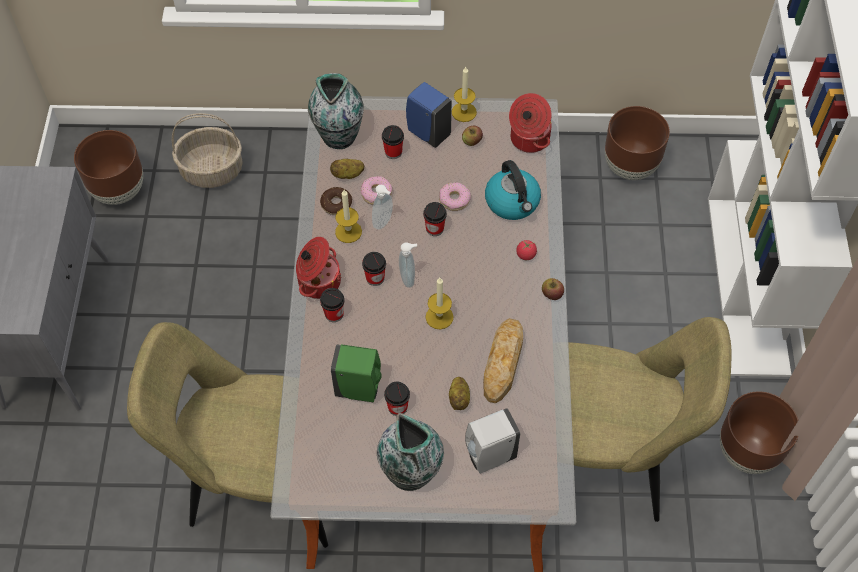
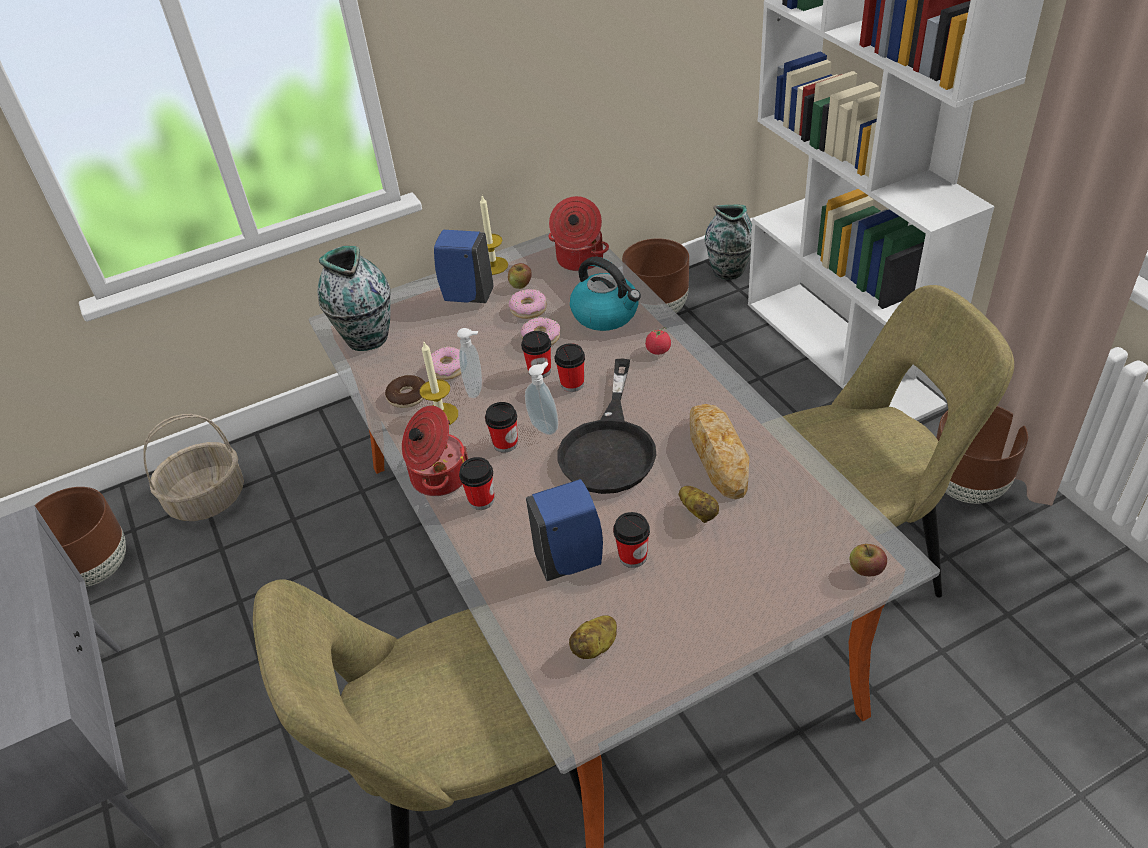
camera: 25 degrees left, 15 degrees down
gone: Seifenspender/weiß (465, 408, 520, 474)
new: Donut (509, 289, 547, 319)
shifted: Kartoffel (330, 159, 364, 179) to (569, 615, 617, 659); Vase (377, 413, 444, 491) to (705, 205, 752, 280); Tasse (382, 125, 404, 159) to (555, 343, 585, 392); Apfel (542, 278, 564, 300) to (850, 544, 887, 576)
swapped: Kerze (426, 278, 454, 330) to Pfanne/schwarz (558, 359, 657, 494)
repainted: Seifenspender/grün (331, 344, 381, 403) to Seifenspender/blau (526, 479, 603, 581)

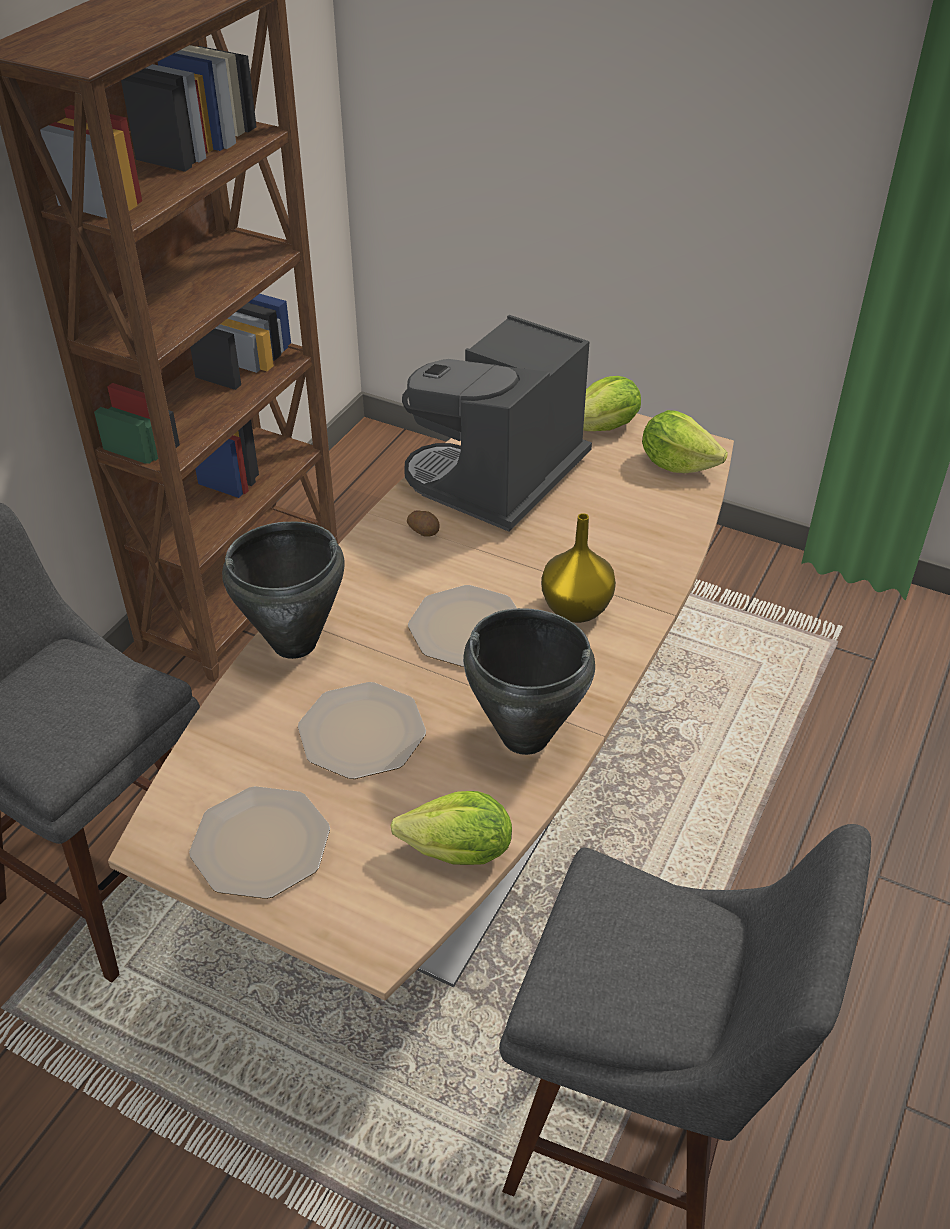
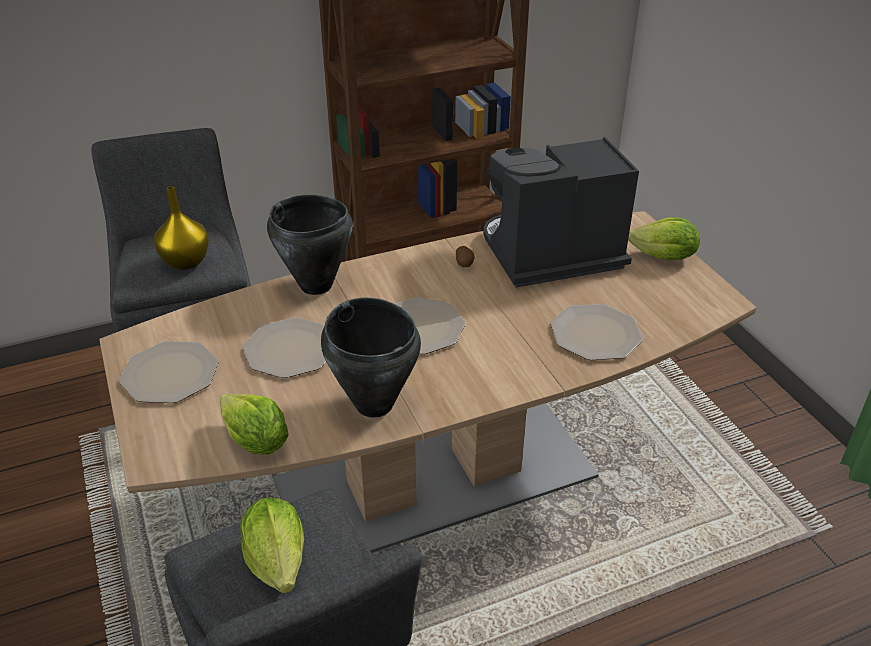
camera: 40 degrees right, 5 degrees down
new: Teller (550, 304, 643, 360)
shifted: Vase/gelb (541, 513, 616, 623) to (154, 186, 209, 270); Salatkopf (642, 410, 728, 473) to (240, 498, 304, 593)

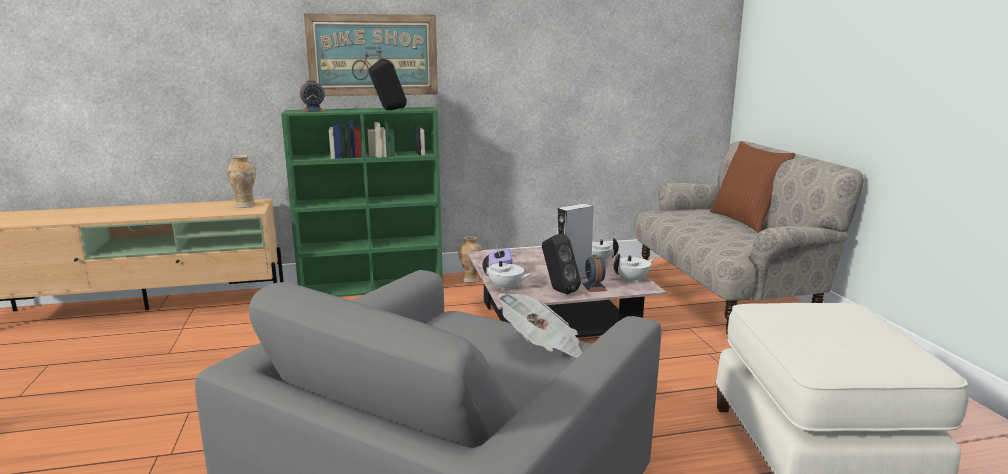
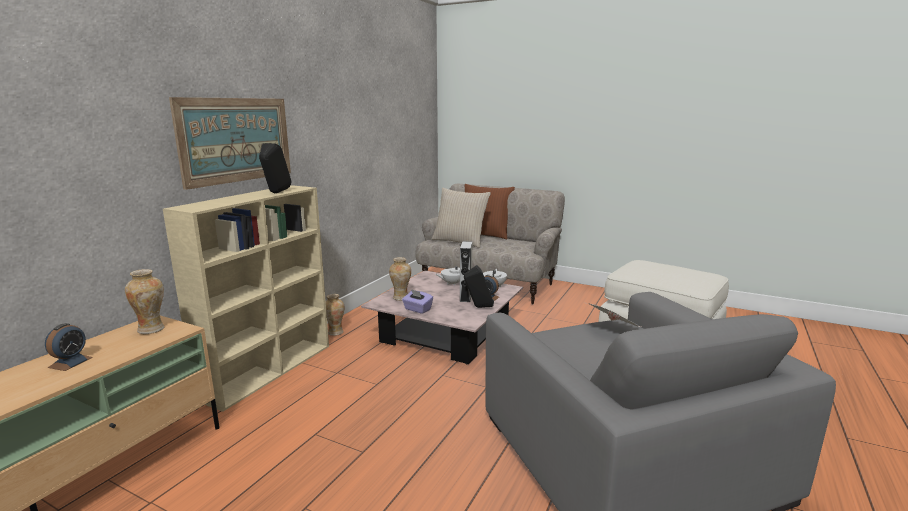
camera: 50 degrees left, 0 degrees up
gone: Teekanne/weiß (483, 255, 533, 291)
new: Vase (389, 257, 411, 301); Kissen/beige (432, 188, 491, 248)
shifted: Wecker (299, 80, 325, 112) to (45, 323, 93, 371)
repainted: Bücherregal/grün (281, 107, 443, 297) to Bücherregal/beige (163, 185, 329, 412)

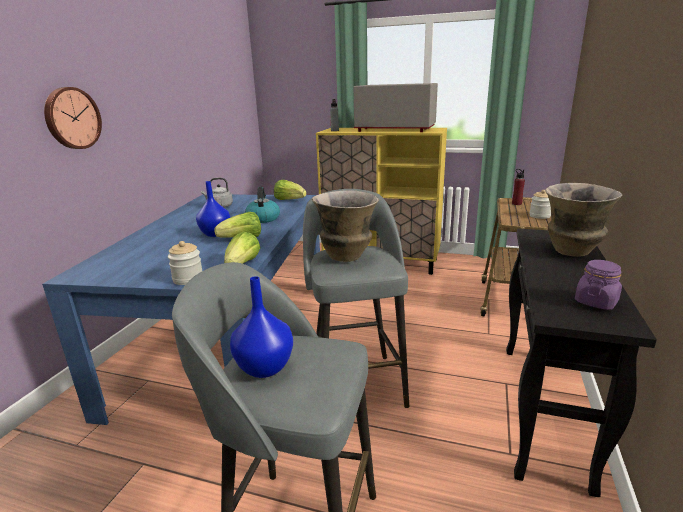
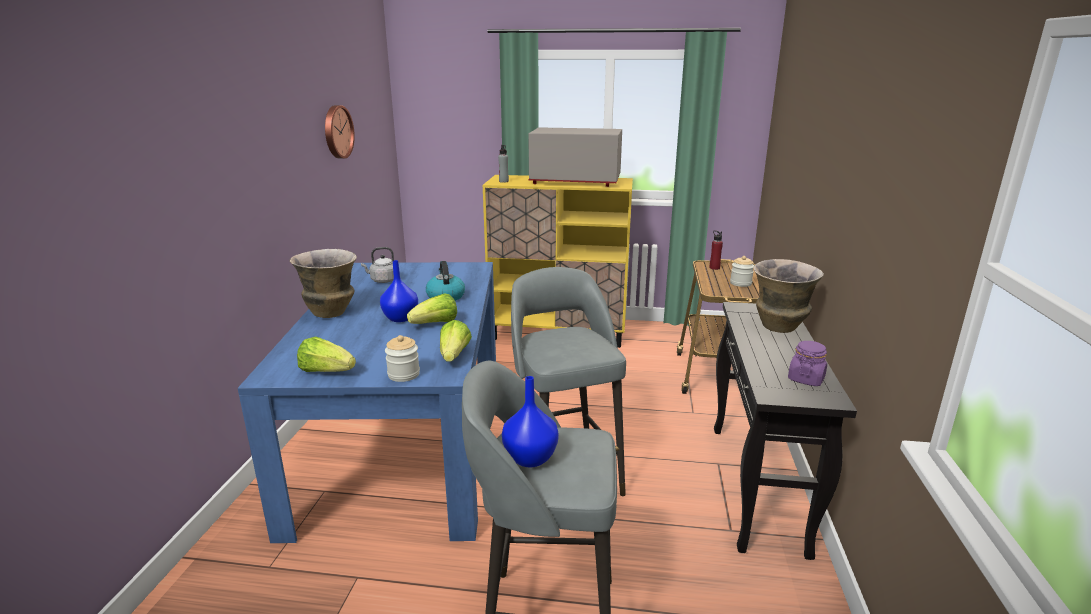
camera: 10 degrees left, 0 degrees up
shifted: Wanduhr (44, 87, 102, 149) to (325, 105, 355, 159); Salatkopf (274, 180, 307, 200) to (297, 336, 356, 372); Vase (312, 190, 379, 262) to (290, 249, 357, 318)

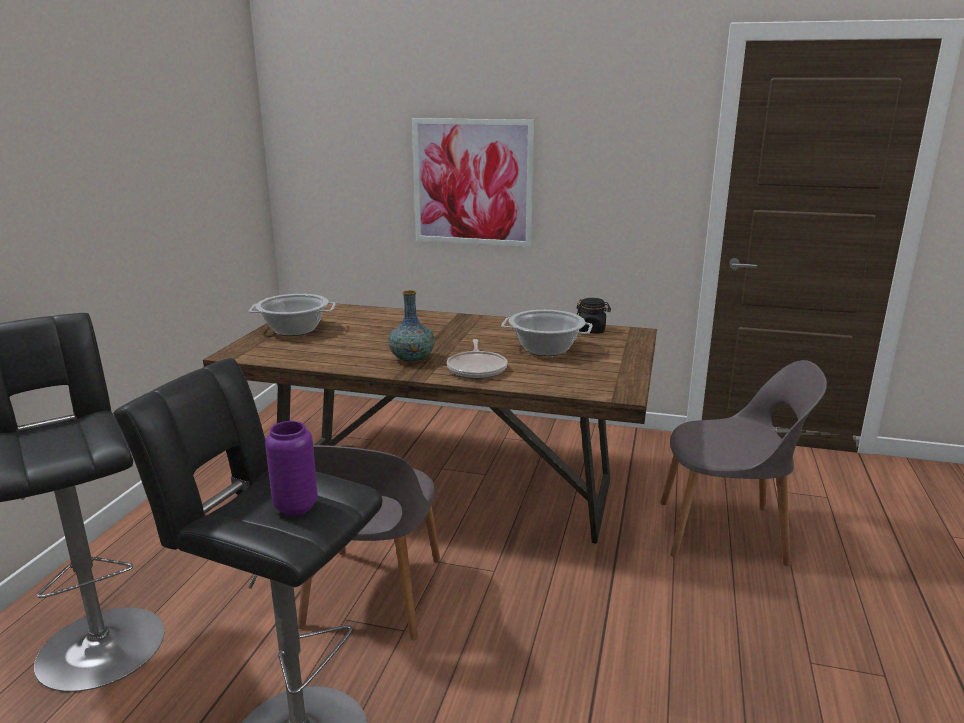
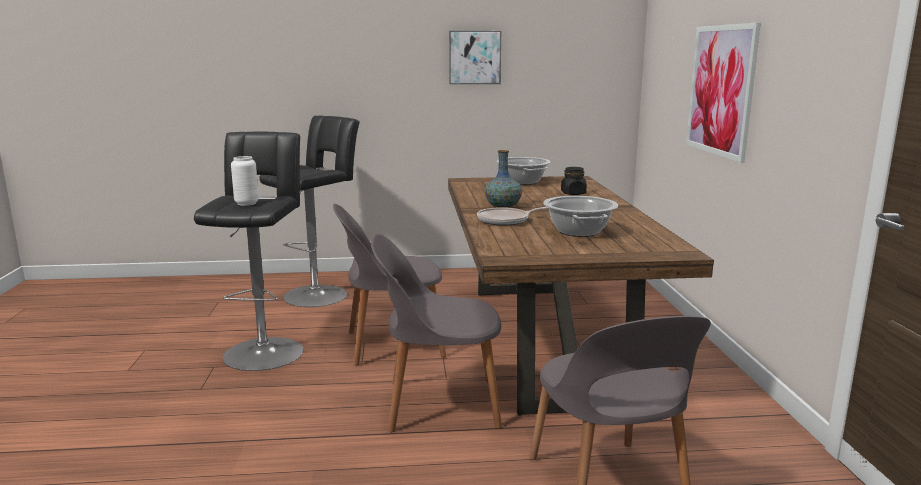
camera: 70 degrees right, 5 degrees down
new: Stuhl/grau (371, 234, 502, 432); Bild (449, 31, 501, 84)
shifted: Vorratsglas/schwarz (576, 298, 611, 333) to (561, 167, 587, 195)
repainted: Vase/lila (265, 421, 318, 516) to Vase/weiß (231, 156, 259, 206)

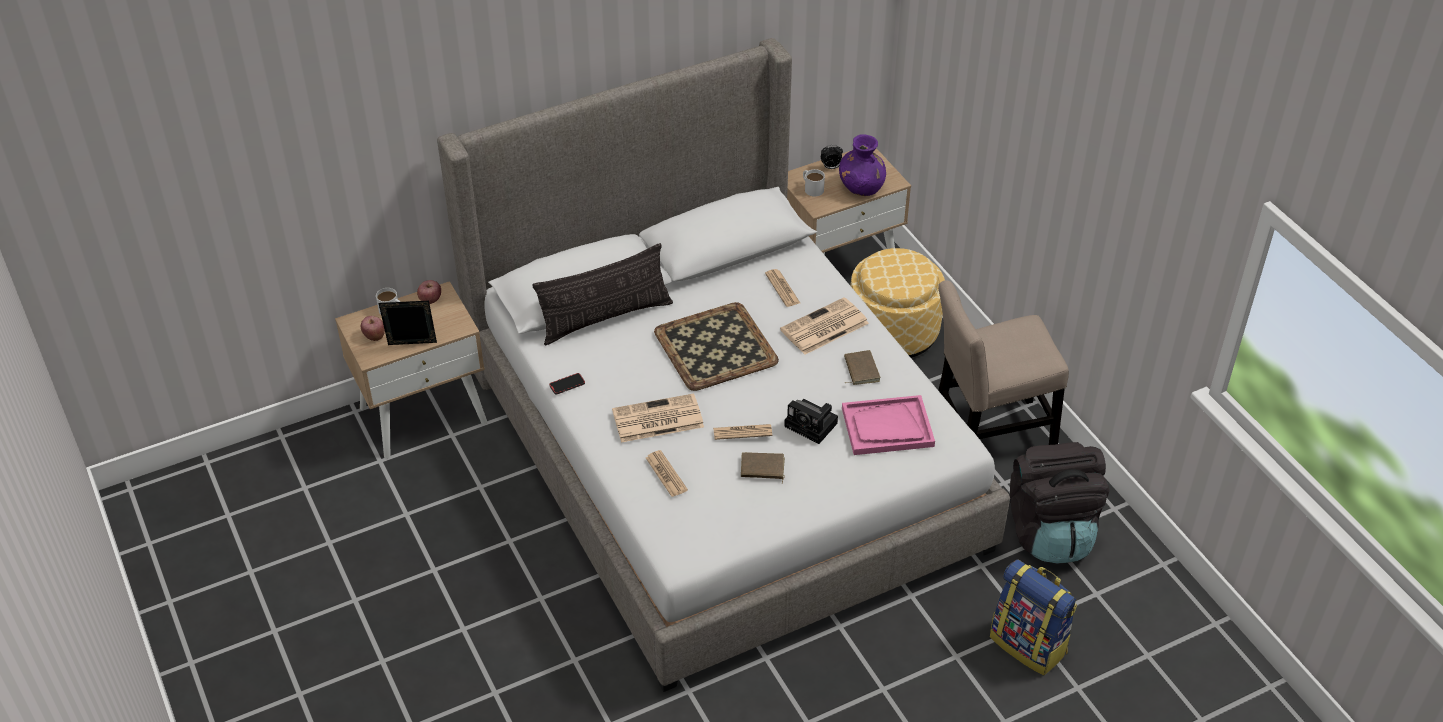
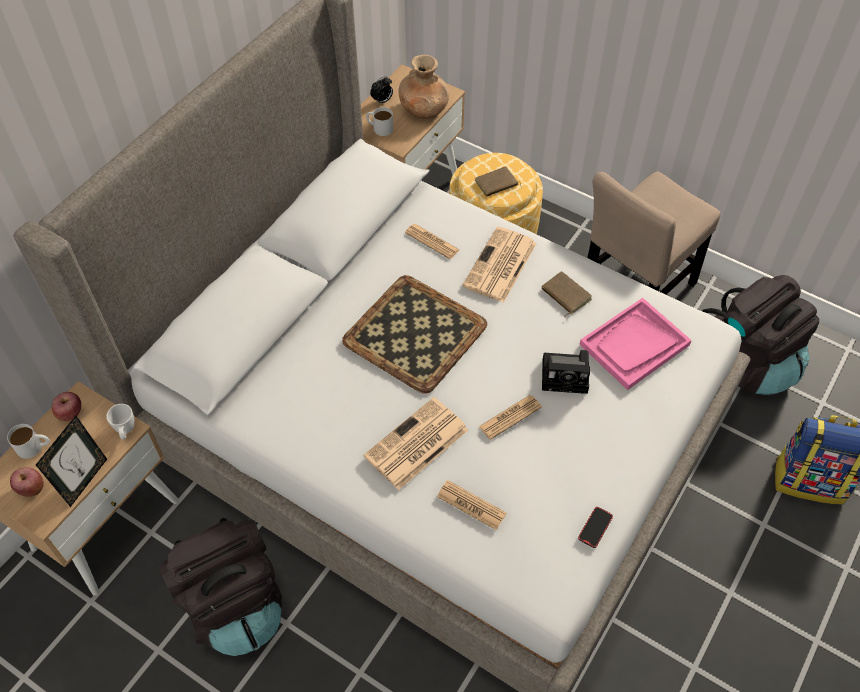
camera: 30 degrees left, 10 degrees up
gone: Kissen (532, 243, 673, 345)
new: Henkelbecher/weiß (106, 404, 135, 439); Rucksack/schwarz (159, 518, 282, 656)
shifted: Handy (549, 373, 585, 395) to (578, 507, 613, 548); Buch/braun (741, 452, 785, 484) to (475, 166, 522, 197)
repainted: Vase/lila (839, 134, 886, 196) to Vase/braun (398, 55, 449, 119)
rotated: Bilderrahmen (379, 301, 437, 345) = (36, 416, 107, 507) 150 degrees clockwise

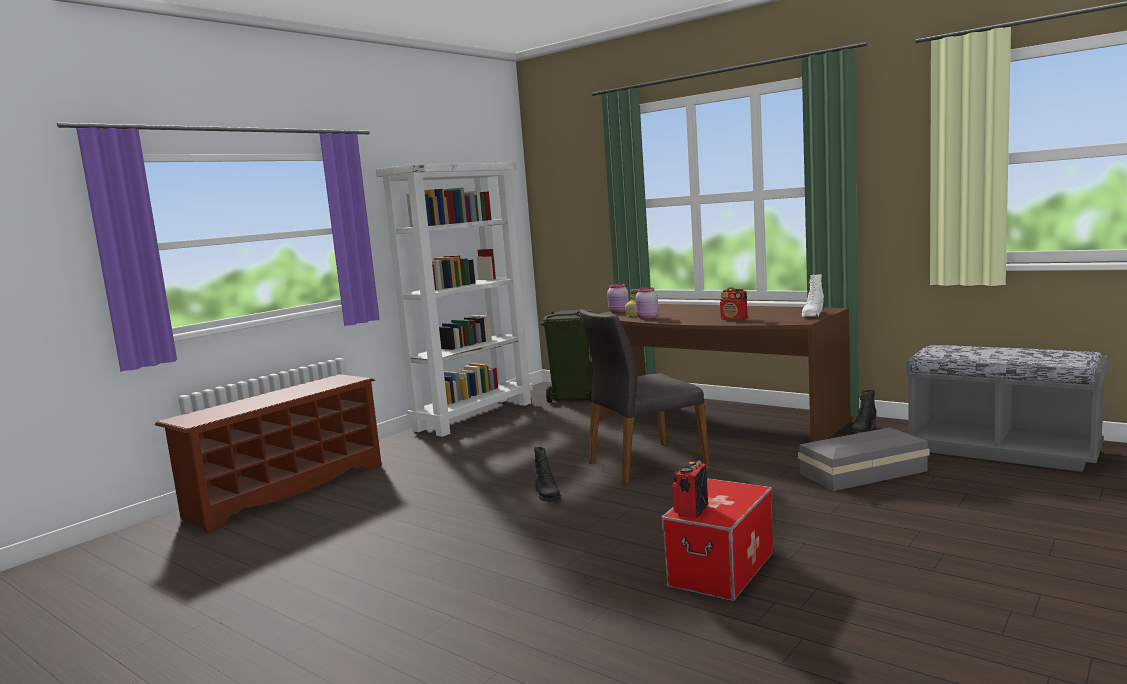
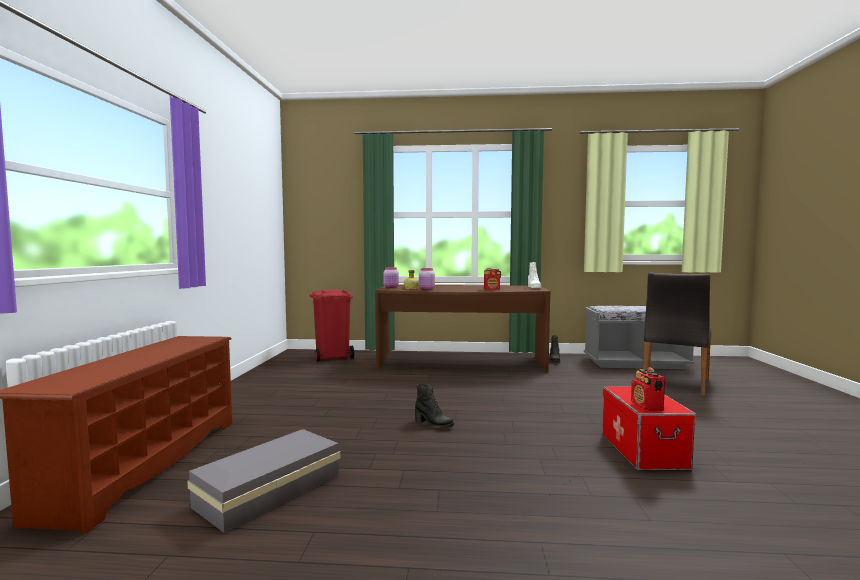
camera: 35 degrees left, 5 degrees down
gone: Bücherregal/weiß (376, 163, 533, 437)
shifted: Stuhl/grau (579, 309, 710, 484) to (643, 273, 711, 396); Aufbewahrungsbox/grau (798, 427, 929, 491) to (187, 429, 340, 533)
repainted: Mülleimer/grün (541, 310, 596, 403) to Mülleimer/rot (310, 290, 354, 362)

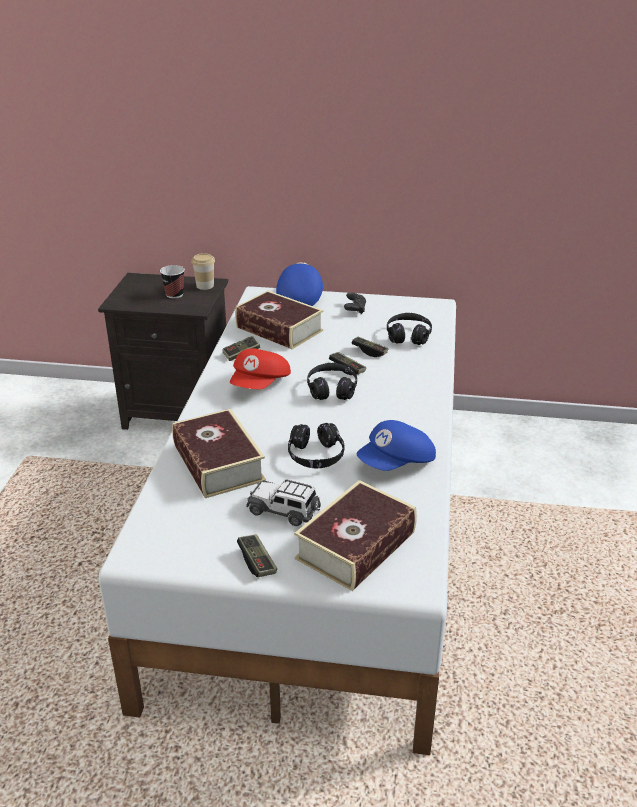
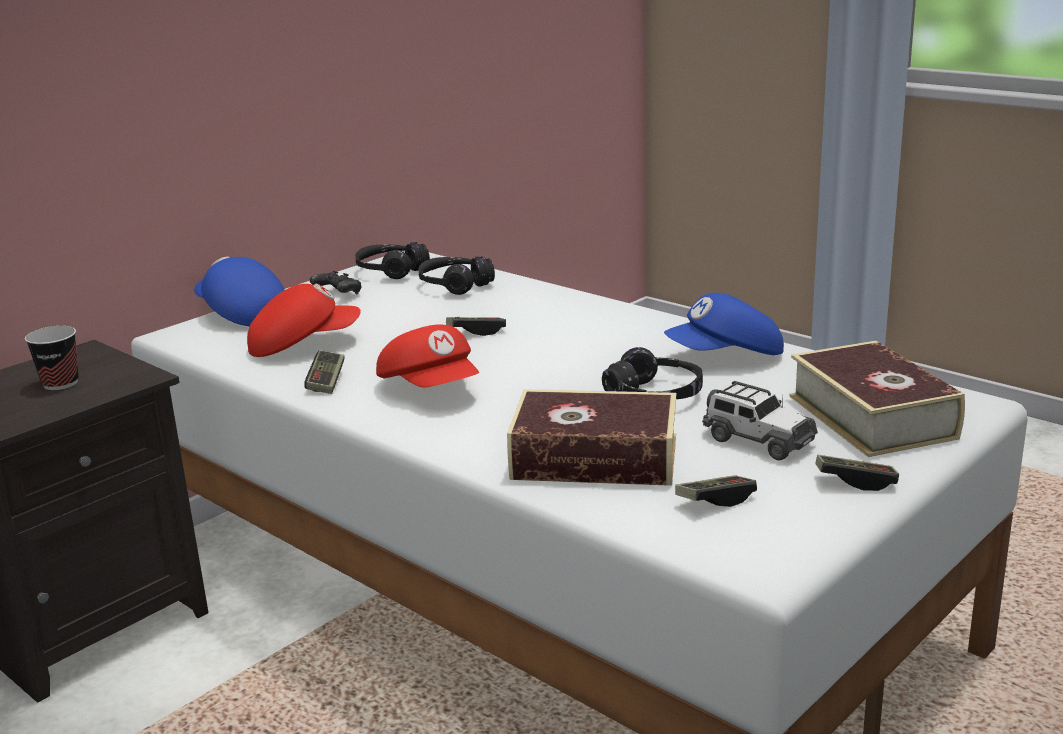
camera: 55 degrees left, 10 degrees down
gone: Tasse (191, 253, 215, 290)
shifted: Kopfhörer/schwarz (307, 363, 357, 400) to (355, 242, 430, 279); Gamepad (351, 337, 388, 357) to (675, 475, 757, 507)
swapped: Buch (235, 291, 323, 349) to Kappe/rot (247, 284, 361, 357)
rotated: Spielzeugauto (246, 479, 321, 526) = (702, 381, 818, 460) 105 degrees counterclockwise; Kappe/blau (357, 420, 436, 471) = (664, 293, 784, 355) 75 degrees clockwise

